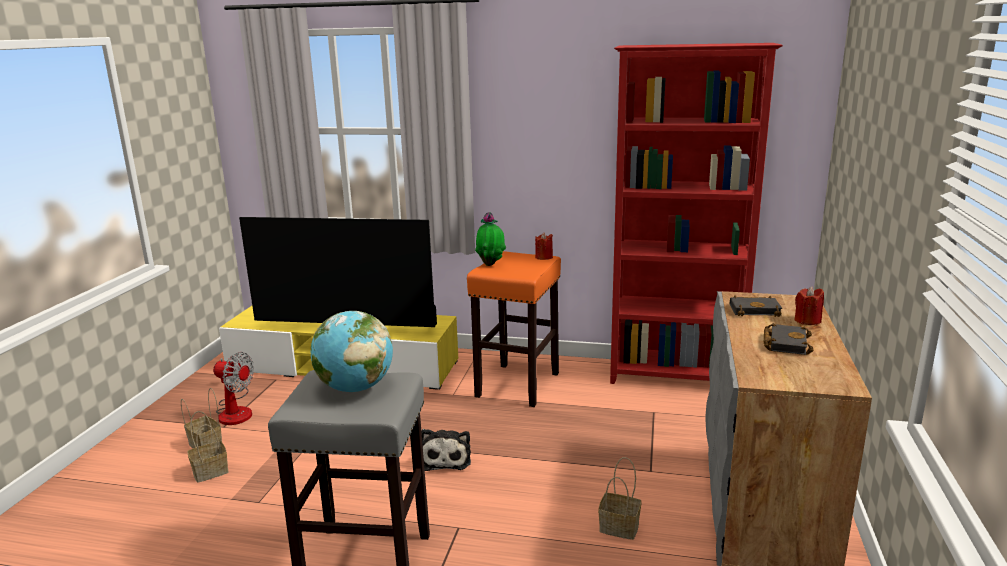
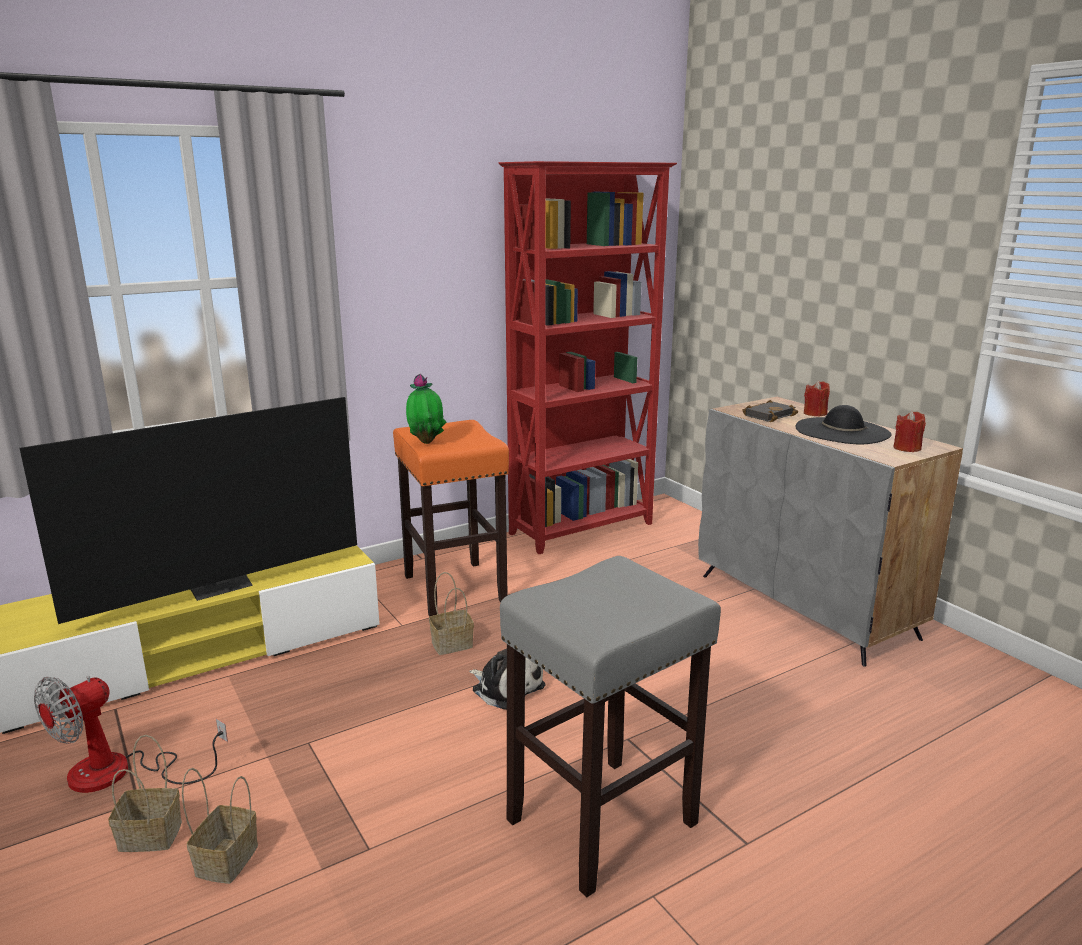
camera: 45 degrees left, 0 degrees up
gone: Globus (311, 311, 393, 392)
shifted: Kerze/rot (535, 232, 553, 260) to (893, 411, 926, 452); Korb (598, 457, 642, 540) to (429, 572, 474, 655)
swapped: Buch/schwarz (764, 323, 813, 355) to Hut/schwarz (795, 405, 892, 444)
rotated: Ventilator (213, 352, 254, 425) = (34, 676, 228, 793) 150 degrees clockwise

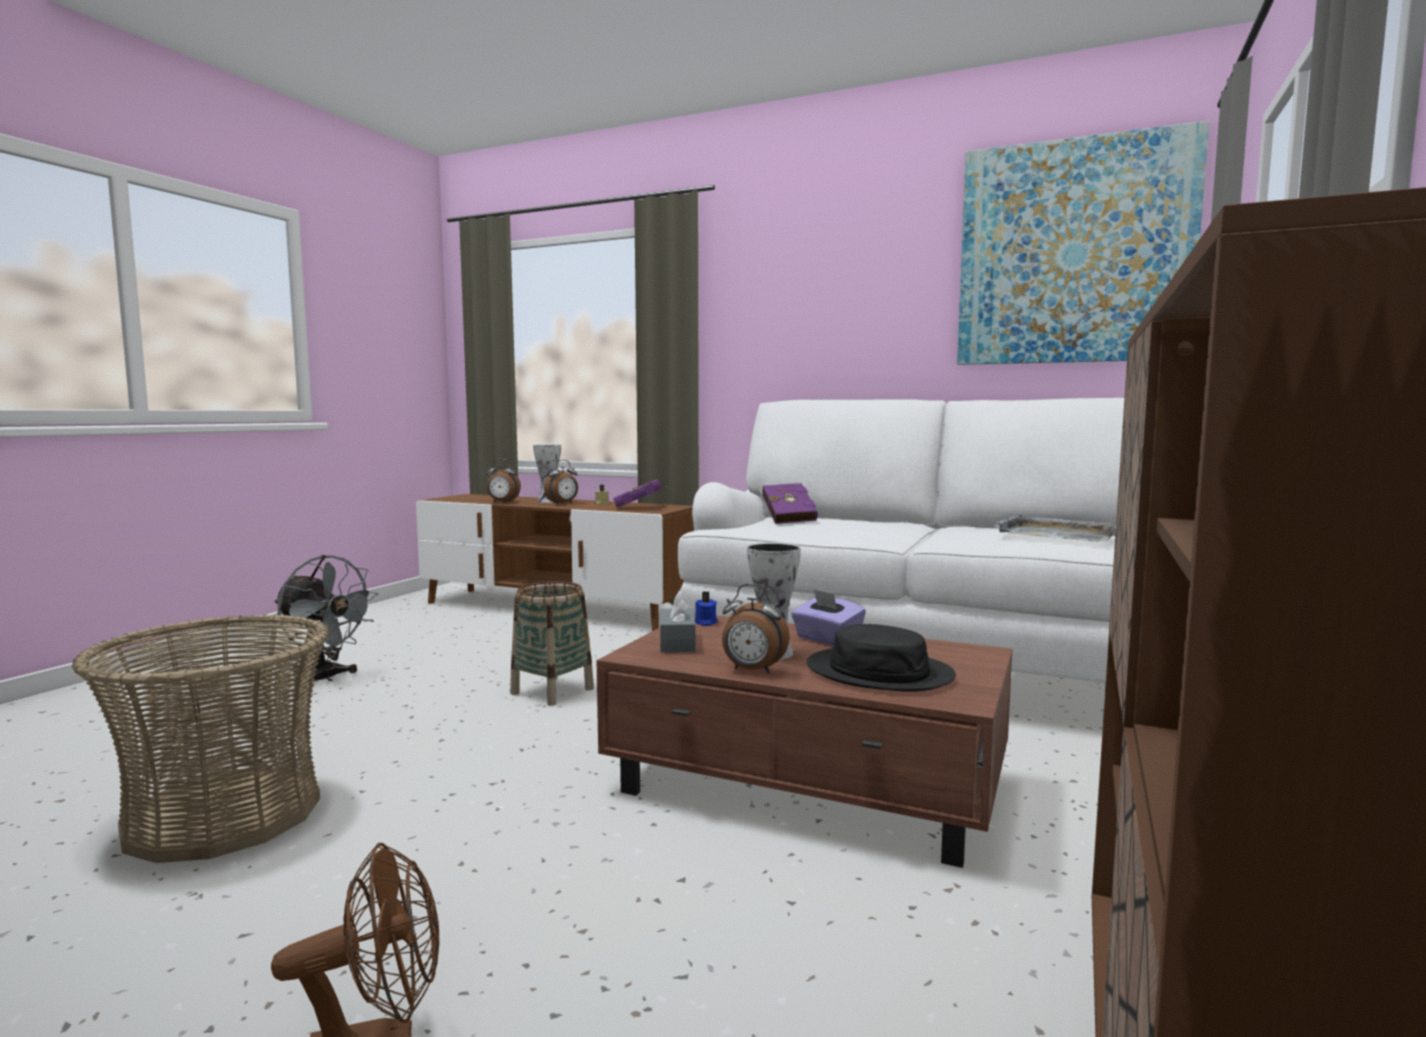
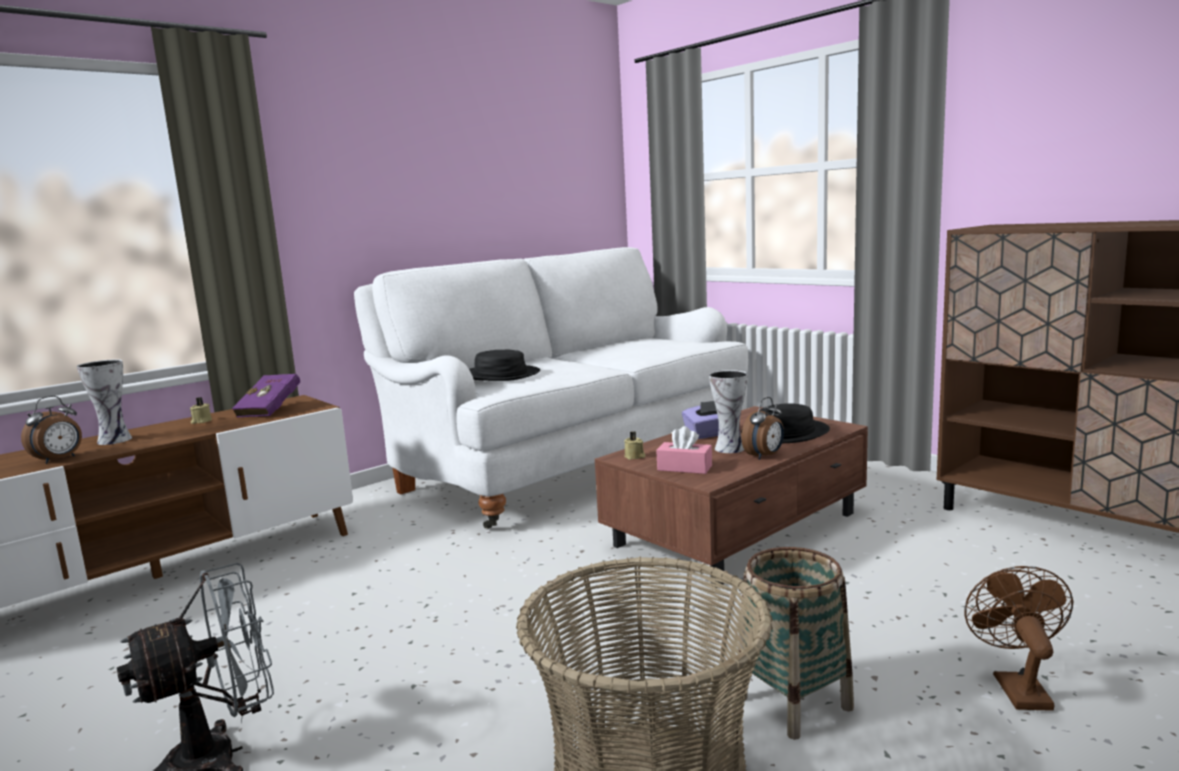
camera: 65 degrees left, 5 degrees up
gone: Wecker (544, 460, 578, 504); Bild (957, 121, 1209, 365); Tablett/grau (994, 514, 1116, 542)
shifted: Korb (510, 581, 594, 706) to (737, 547, 854, 740)
swapped: Buch/lila (762, 483, 818, 524) to Hut/schwarz (469, 350, 540, 381)
repainted: Taschentuchbox/grau (660, 590, 695, 653) to Taschentuchbox/rosa (656, 426, 712, 474); Kerze/blau (695, 591, 718, 626) to Kerze/beige (624, 431, 645, 460)

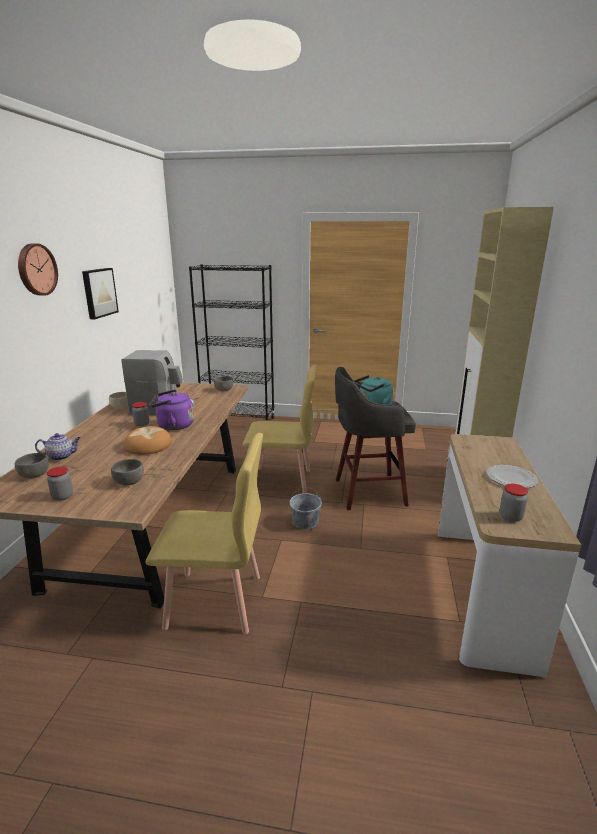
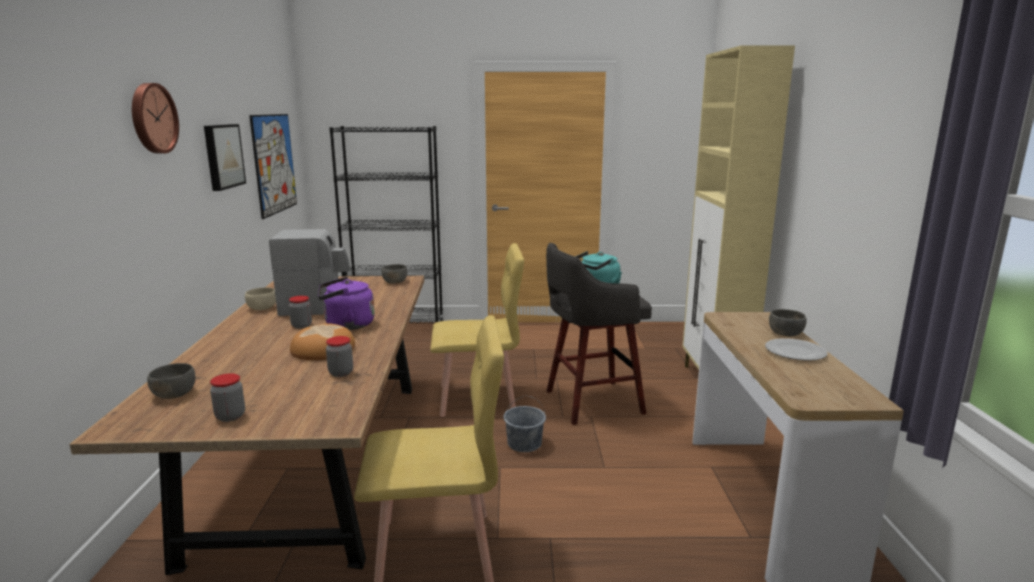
camera: 10 degrees left, 5 degrees down
gone: Teekanne (35, 433, 81, 460)
new: Bild (249, 114, 297, 219)
shifted: Schüssel/grau (111, 459, 144, 485) to (769, 309, 807, 336); Vorratsglas (500, 484, 528, 522) to (326, 336, 353, 377)

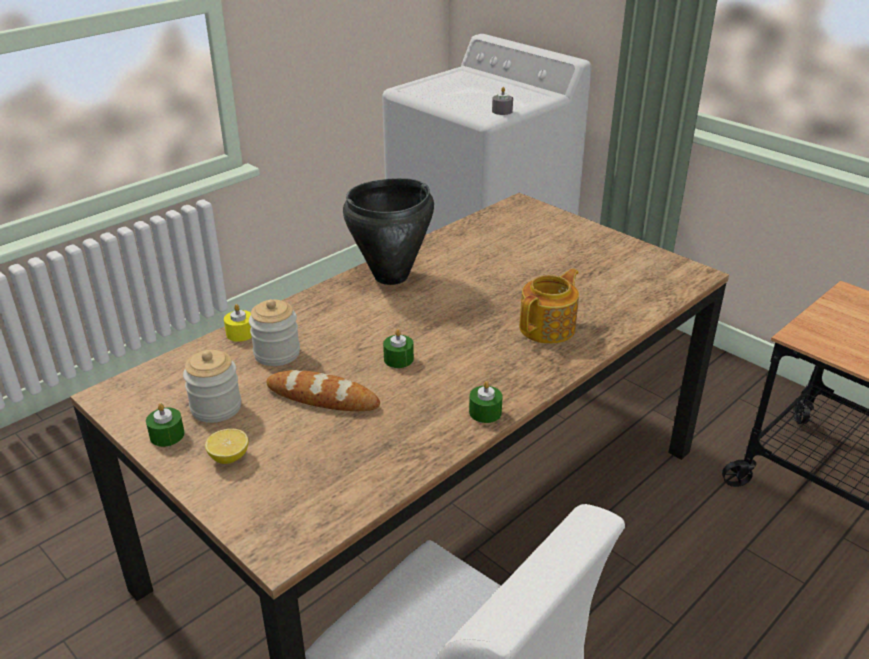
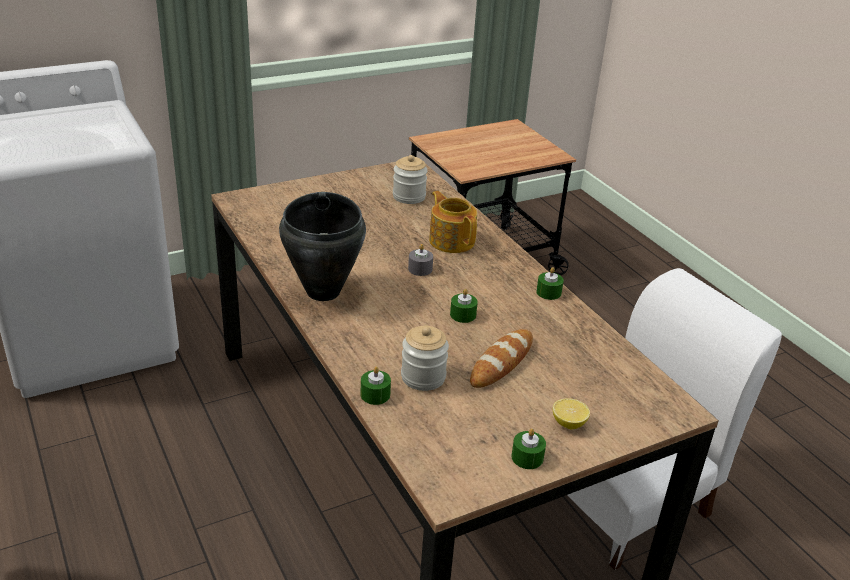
camera: 75 degrees left, 0 degrees up
shifted: Vorratsglas (183, 350, 241, 423) to (393, 155, 428, 204); Kerze/grau (492, 87, 513, 115) to (408, 244, 433, 276)
repainted: Kerze/gelb (224, 304, 252, 342) to Kerze/grün (361, 367, 391, 405)

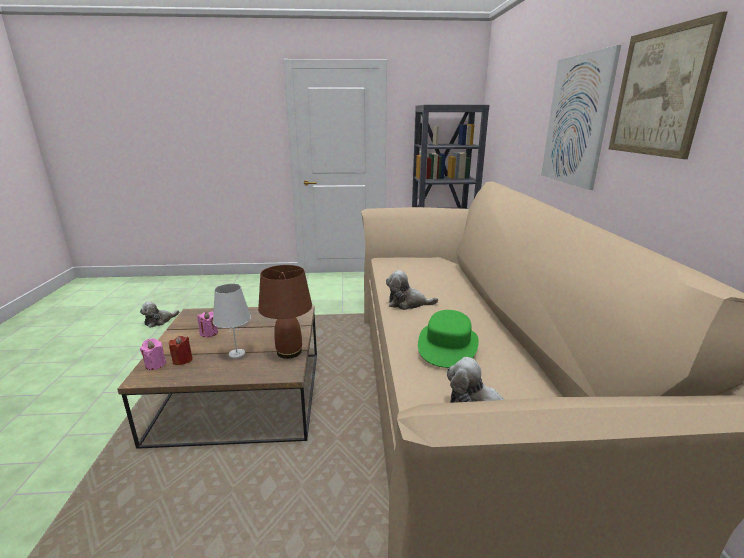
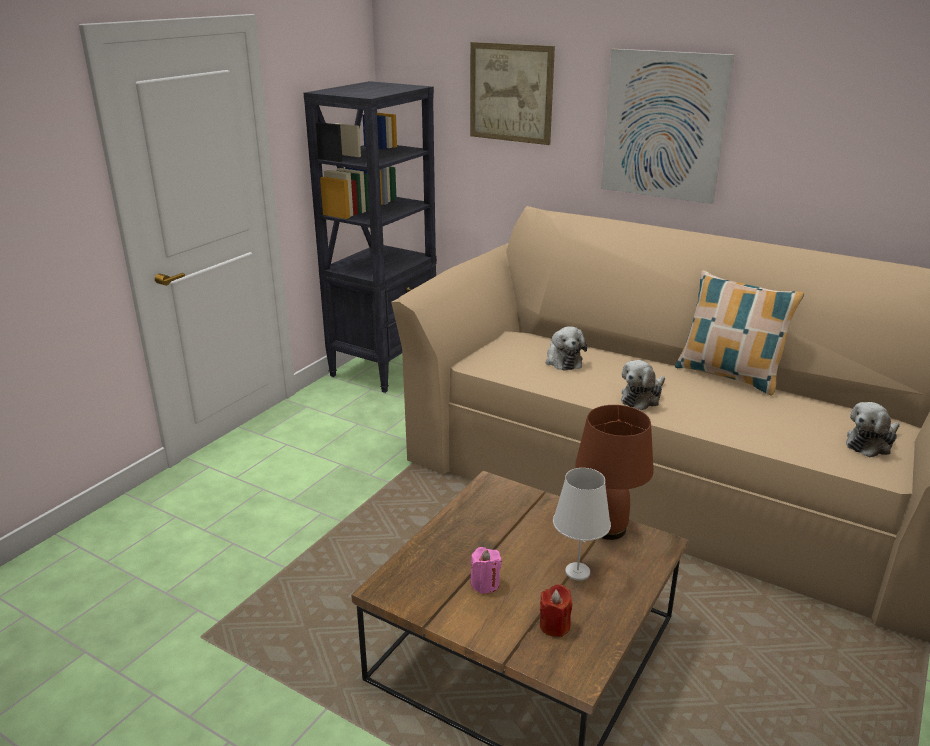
camera: 55 degrees left, 5 degrees up
gone: Kerze/rosa (140, 338, 166, 370); Hut/grün (418, 310, 479, 368)
new: Kissen (675, 270, 804, 396)
shifted: Plüschtier (140, 301, 179, 328) to (546, 326, 587, 371); Bild (609, 11, 727, 159) to (470, 42, 555, 145)

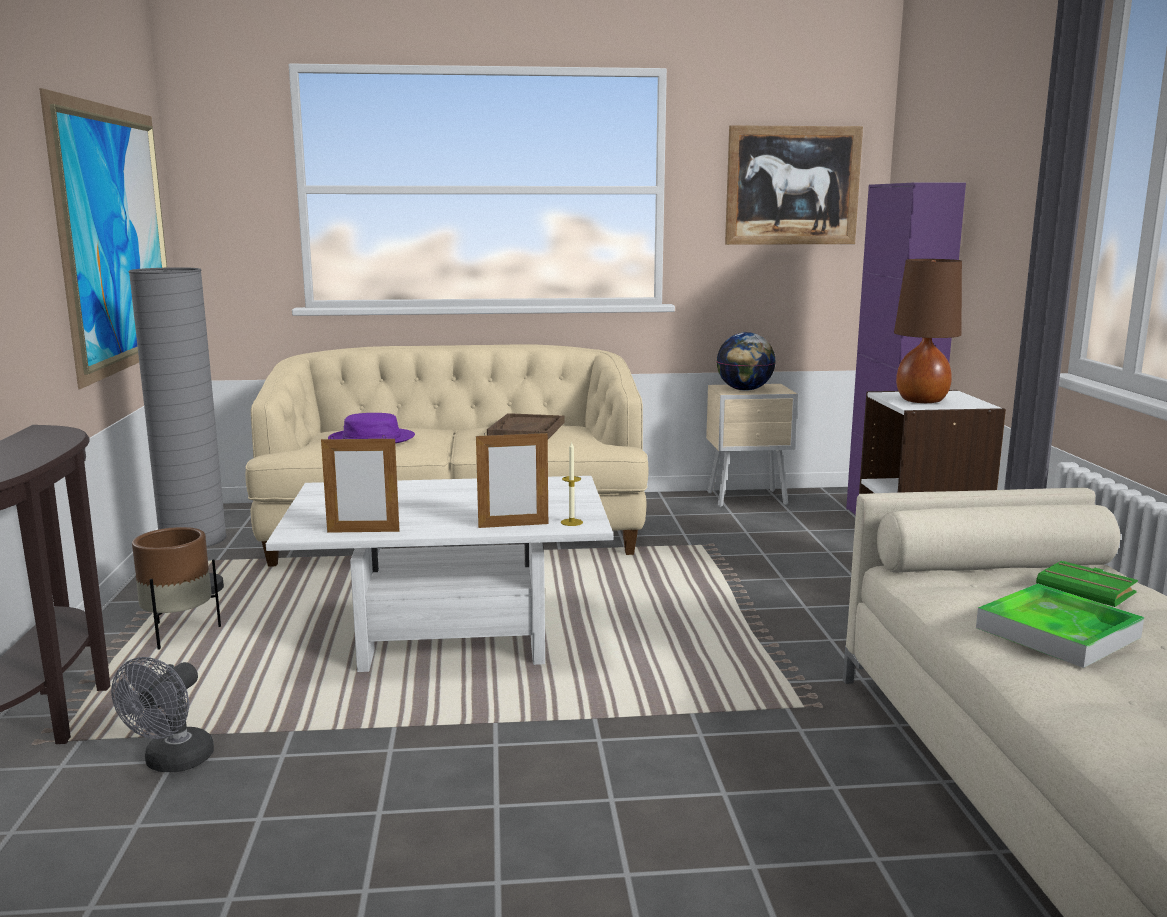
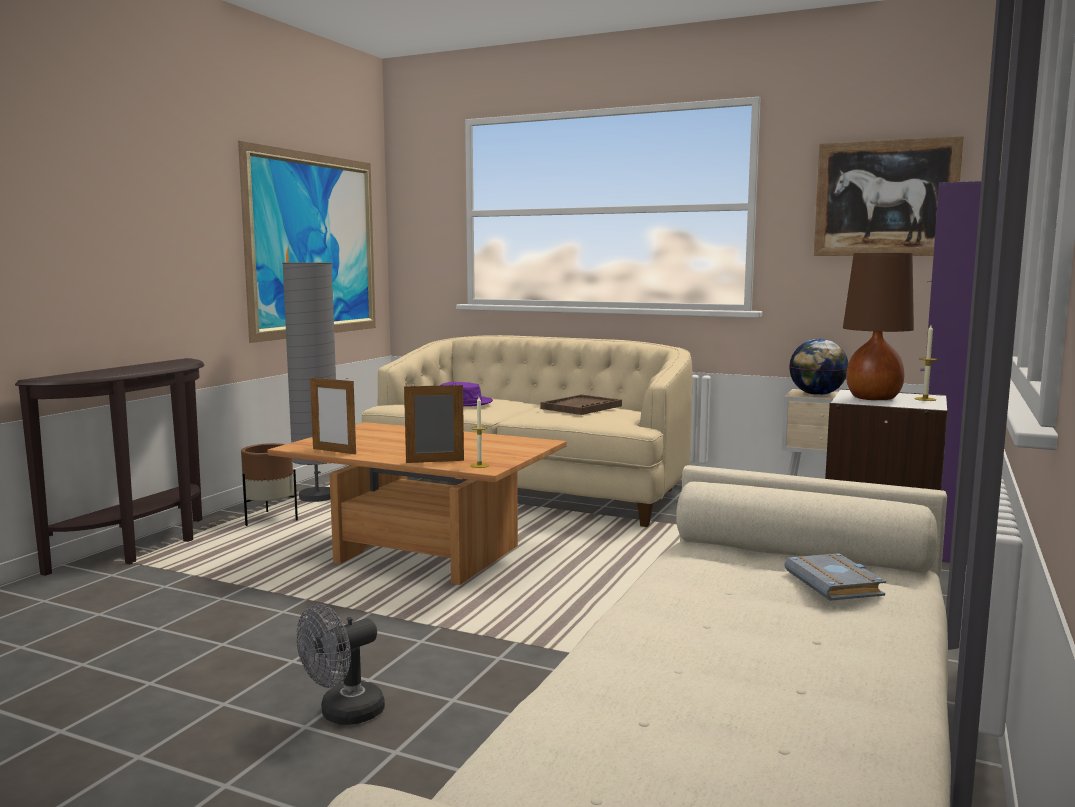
camera: 30 degrees right, 5 degrees down
gone: Tablett (976, 583, 1144, 668)
new: Kerze (915, 325, 938, 401)
shifted: Ventilator/grau (111, 657, 214, 772) to (297, 604, 385, 725)
repainted: Couchtisch/weiß (266, 476, 613, 672) to Couchtisch/braun (268, 422, 567, 585); Buch/grün (1036, 561, 1138, 607) to Buch/grau (784, 553, 886, 601)
rotated: Bilderrahmen (476, 430, 548, 528) = (404, 384, 464, 463) 150 degrees clockwise

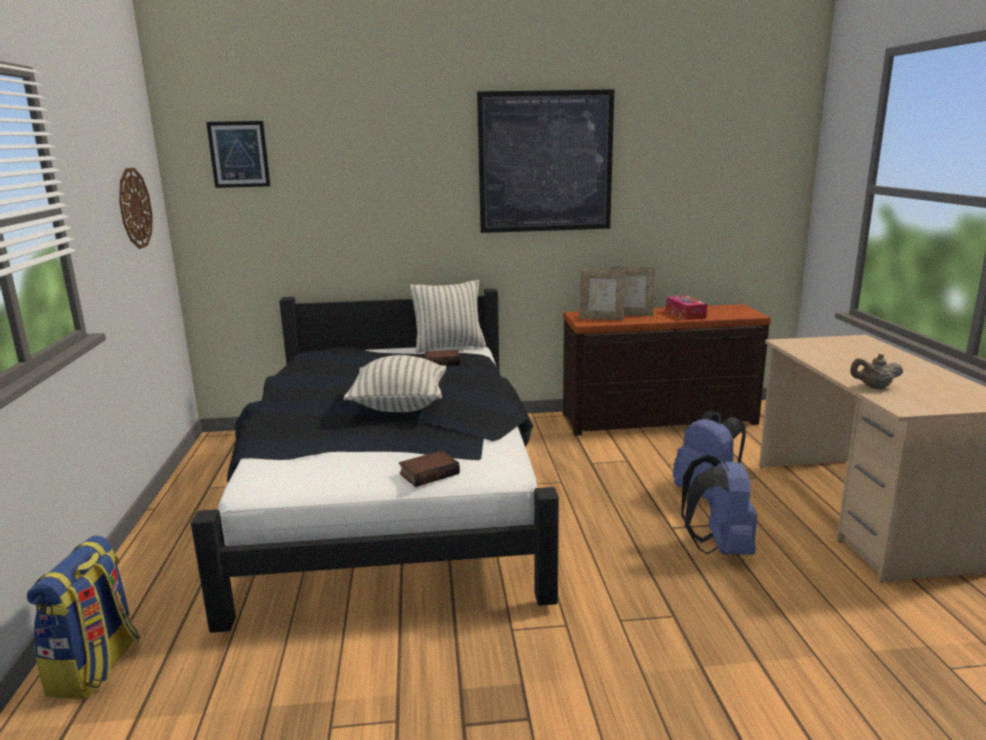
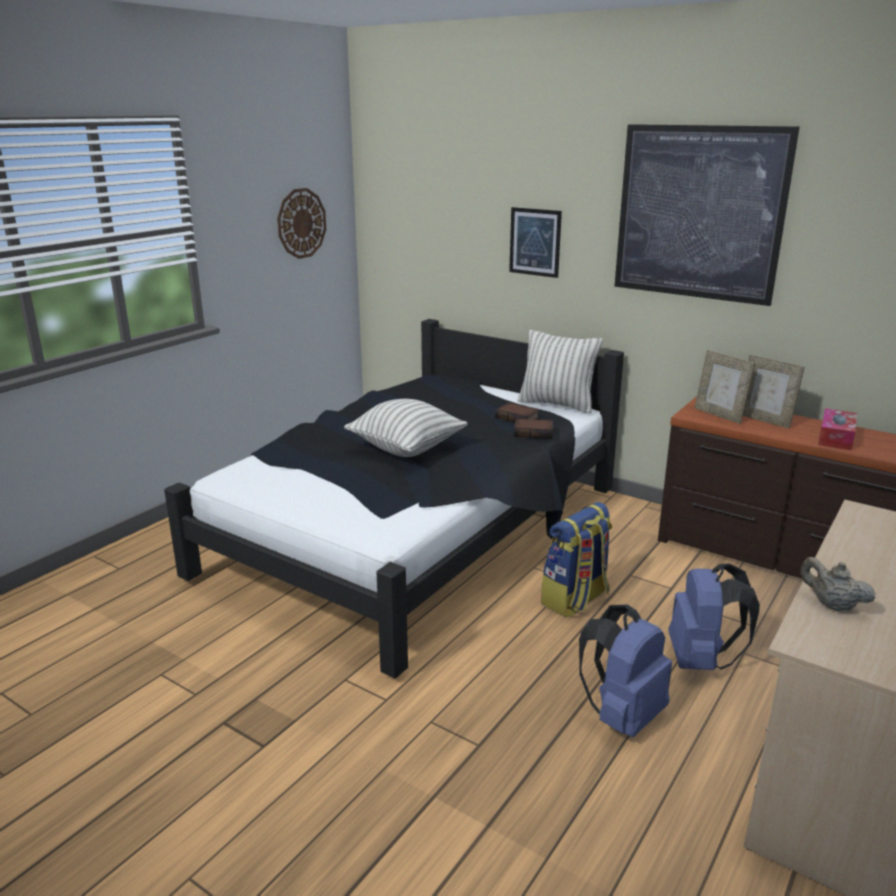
camera: 40 degrees right, 5 degrees up
shifted: Rucksack (27, 536, 140, 699) to (541, 502, 612, 618); Bild (206, 121, 270, 188) to (509, 207, 562, 278); Buch (399, 450, 460, 487) to (514, 419, 553, 439)

